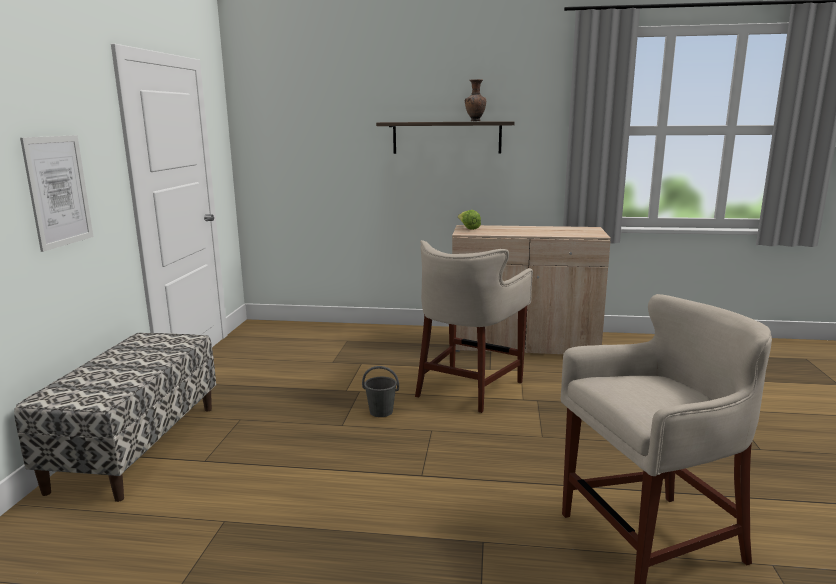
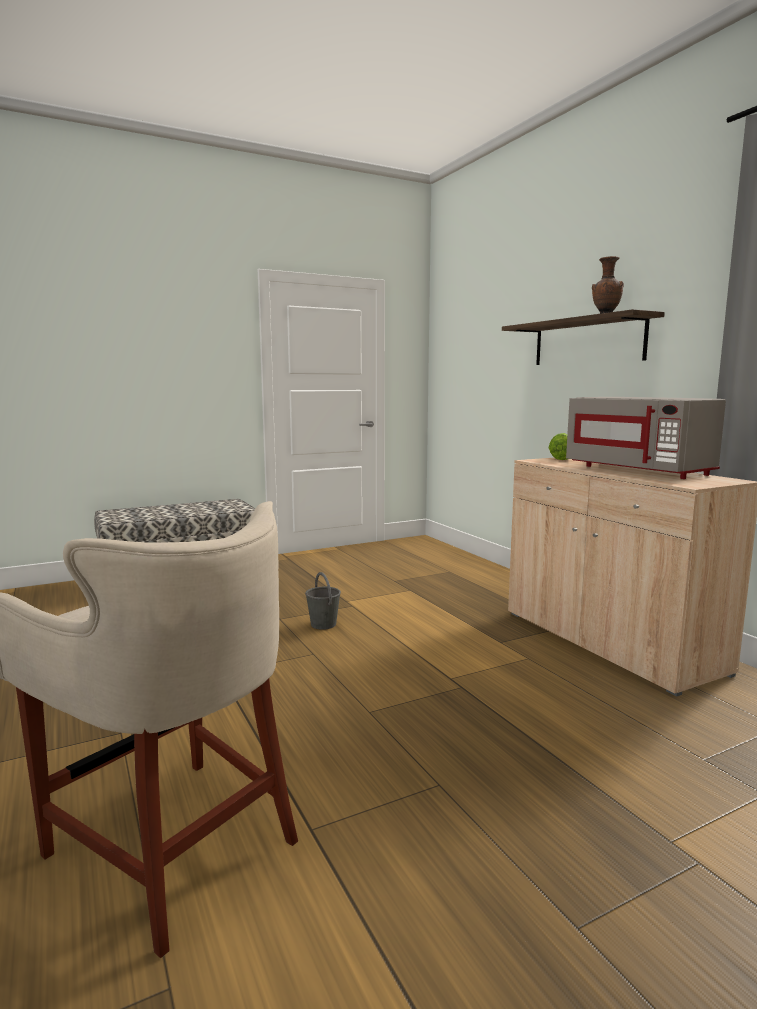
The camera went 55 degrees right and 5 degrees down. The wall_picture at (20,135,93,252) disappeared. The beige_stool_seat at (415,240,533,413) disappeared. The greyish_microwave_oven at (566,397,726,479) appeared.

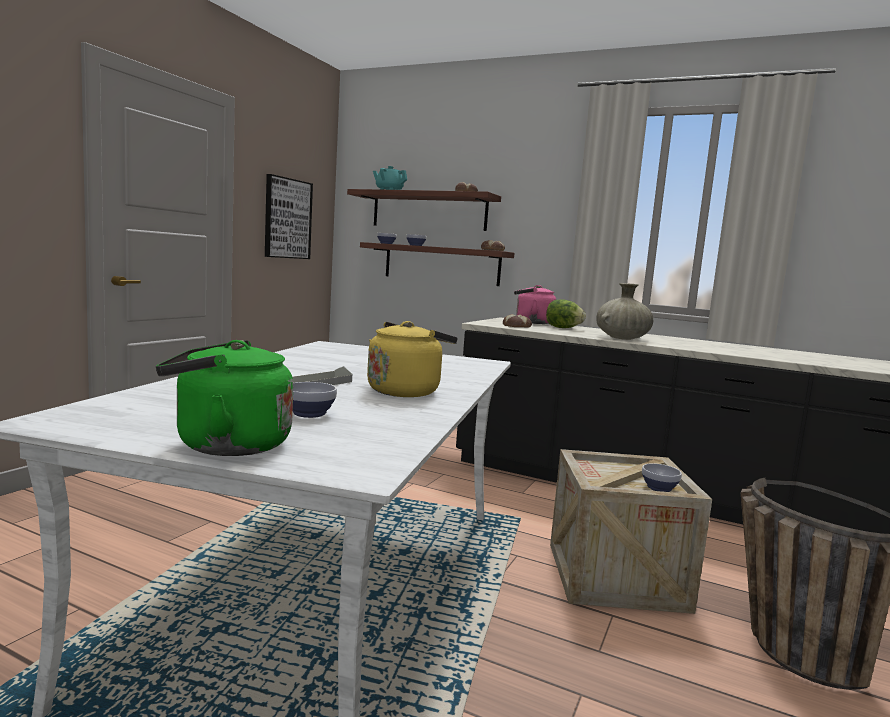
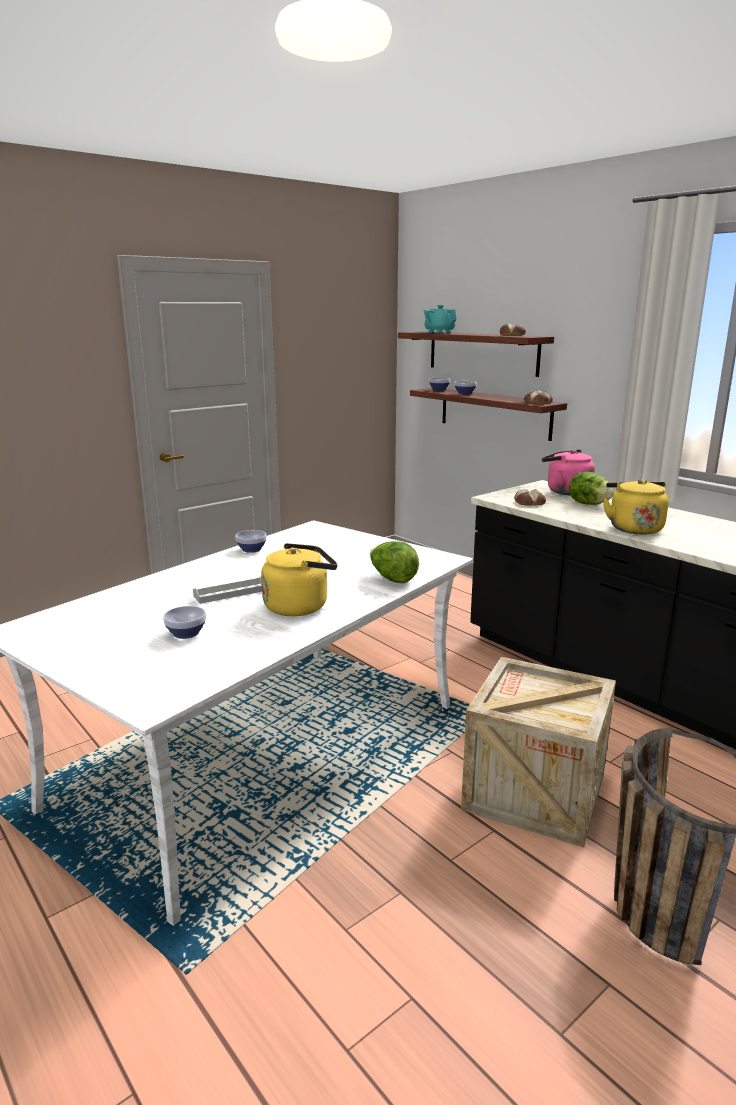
The camera went 25 degrees right and 10 degrees up. The wall_picture at (265,174,313,259) disappeared. The beige_vase at (597,283,653,340) was replaced by the yellow_water_kettle at (603,479,669,535). The green-coloured_water_kettle at (156,340,293,456) disappeared. The deep_dish moved from (642,463,682,492) to (235,530,267,553). The lettuce at (370,541,419,583) appeared.

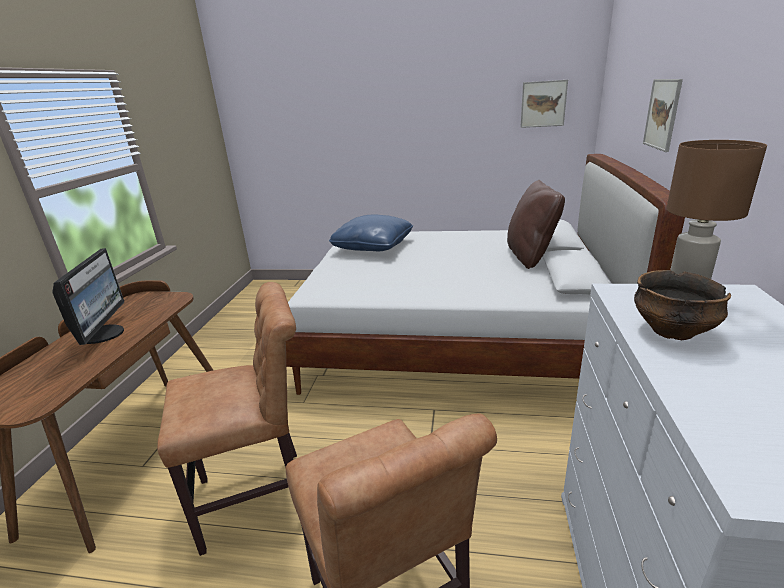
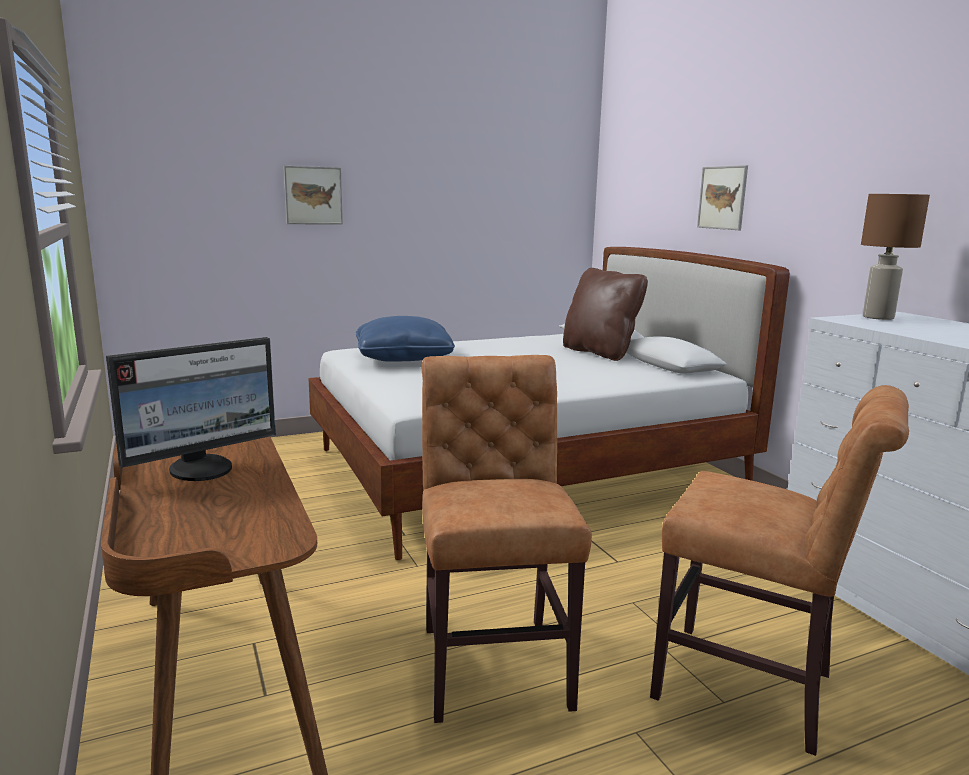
The camera went 35 degrees left and 10 degrees down. The wall_picture moved from (520,80,568,128) to (284,166,343,224). The computer_display at (52,248,124,345) turned 90 degrees clockwise. The deep_dish at (634,270,731,340) disappeared. The brownish_plain_chair at (157,282,297,556) turned 45 degrees counterclockwise.

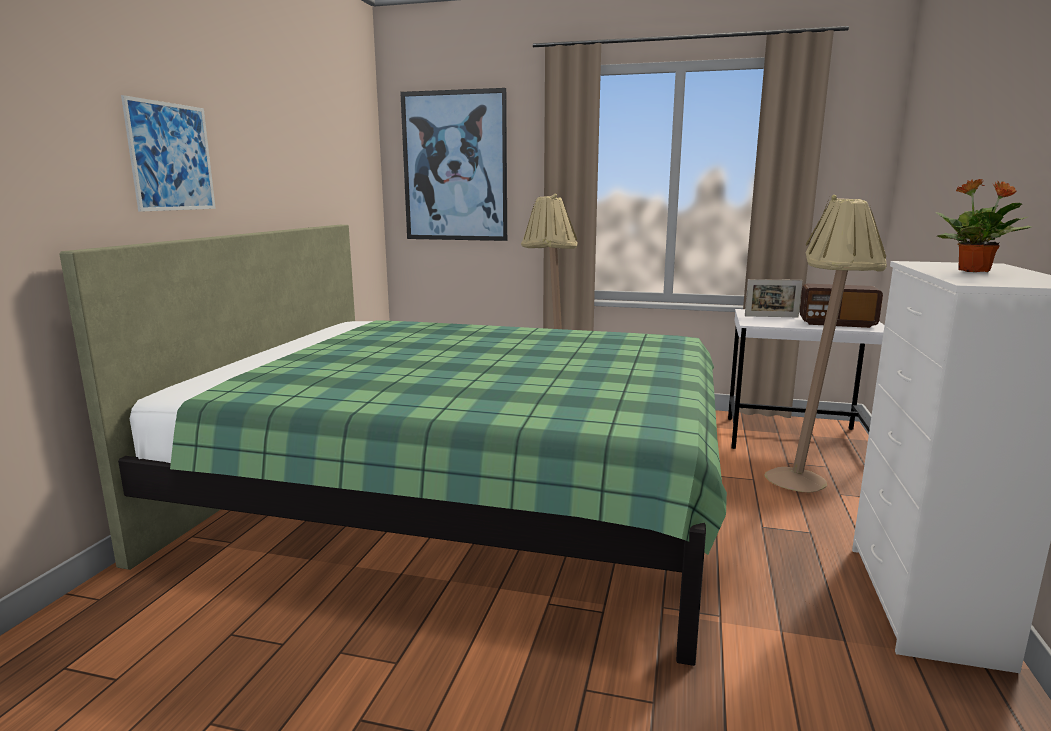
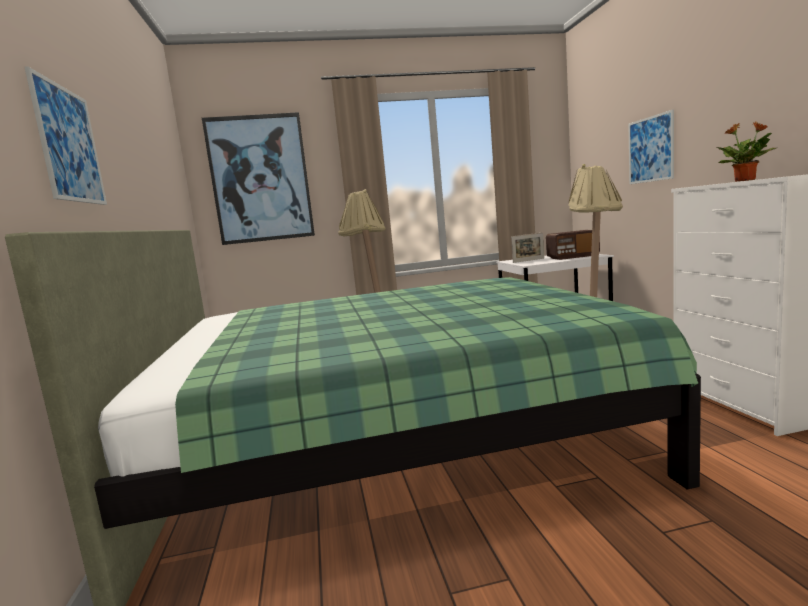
The camera went 25 degrees left and 5 degrees down. The wall_picture at (628,109,674,184) appeared.

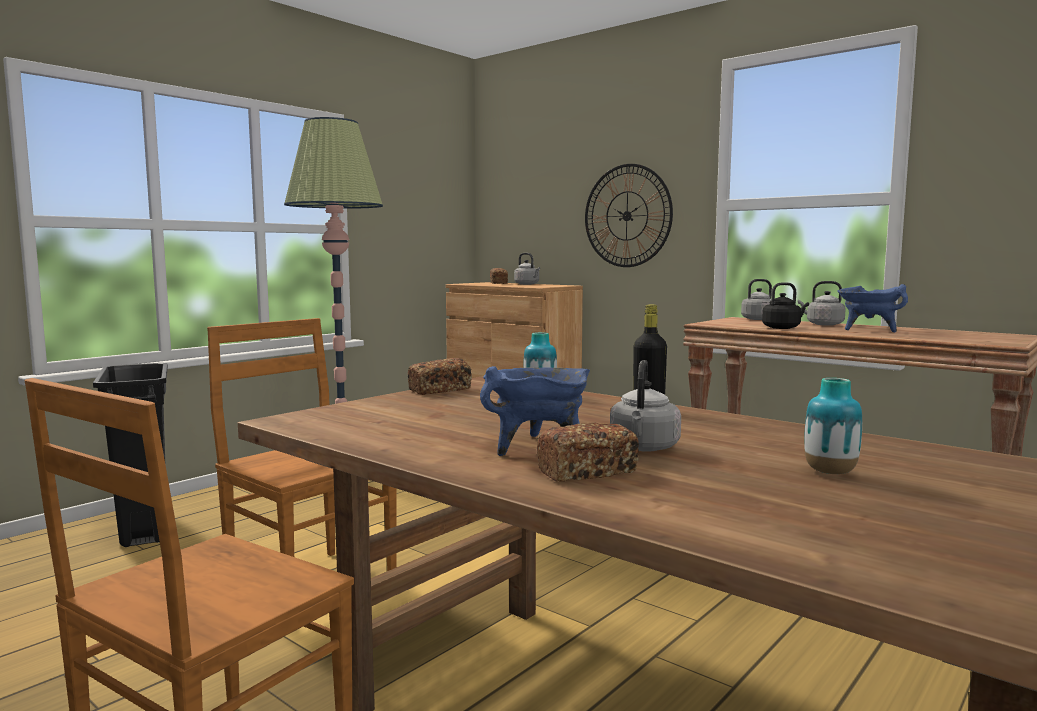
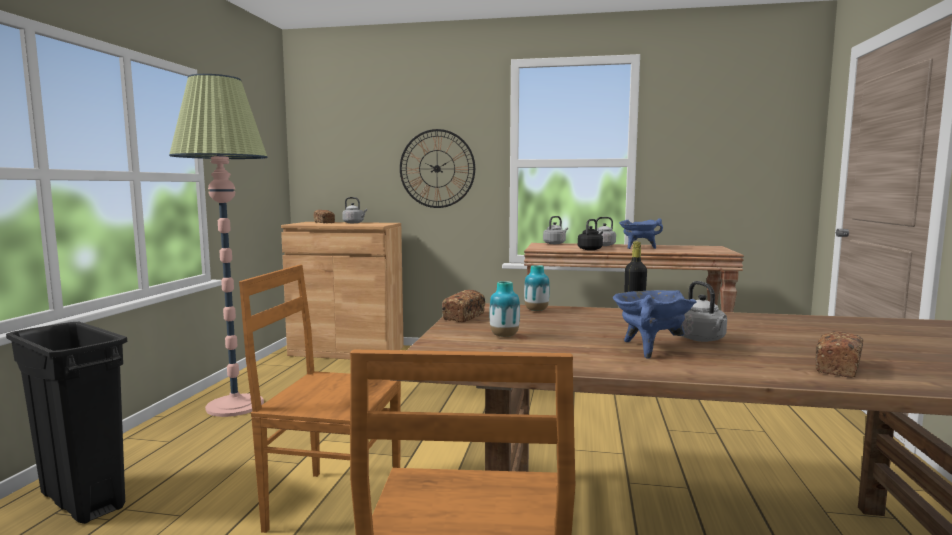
The camera went 30 degrees left and 0 degrees up. The vase moved from (804,378,862,474) to (490,281,520,337). The baked_bread moved from (537,422,639,482) to (816,331,863,378).

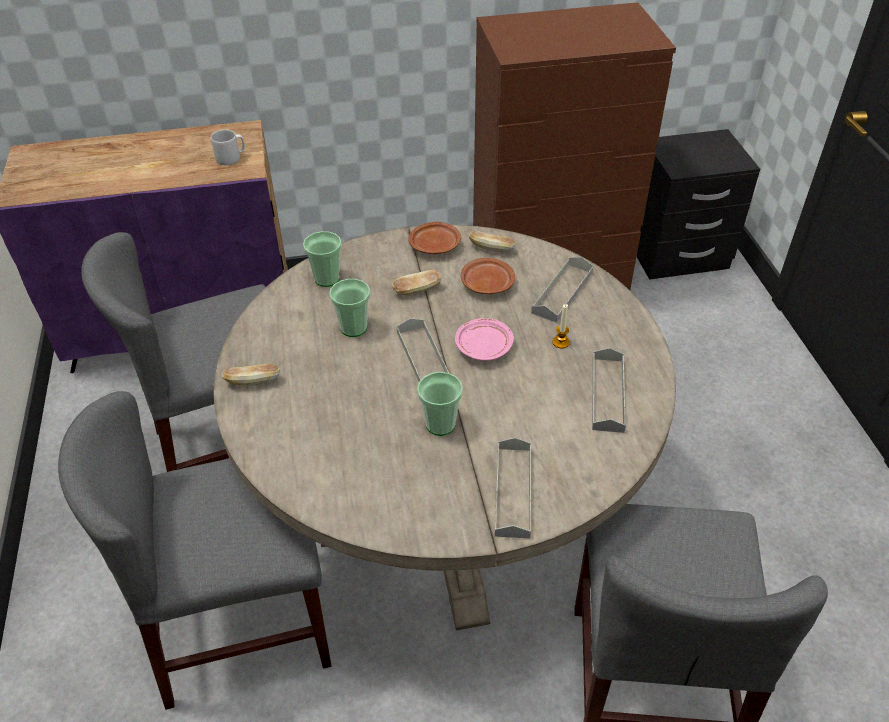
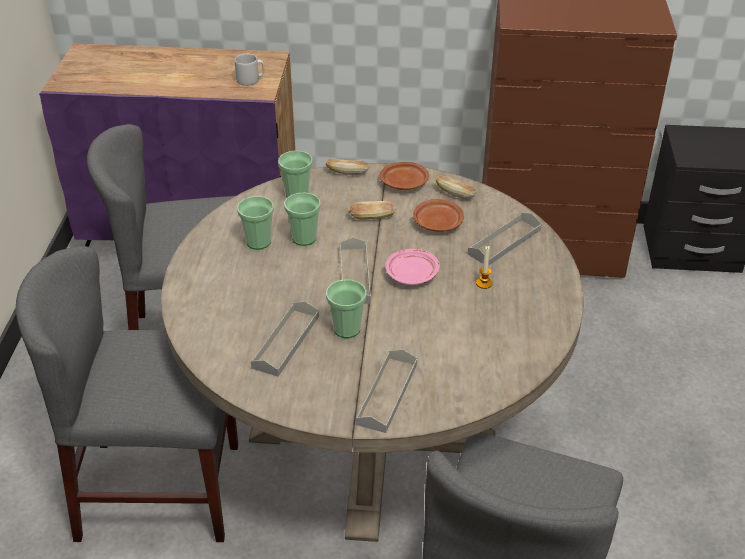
The camera went 15 degrees right and 5 degrees down. The greyish_carrying_tray moved from (592,348,626,433) to (251,301,319,377). The baked_bread moved from (222,364,280,386) to (326,159,370,175). The small_cup at (237,196,274,250) appeared.

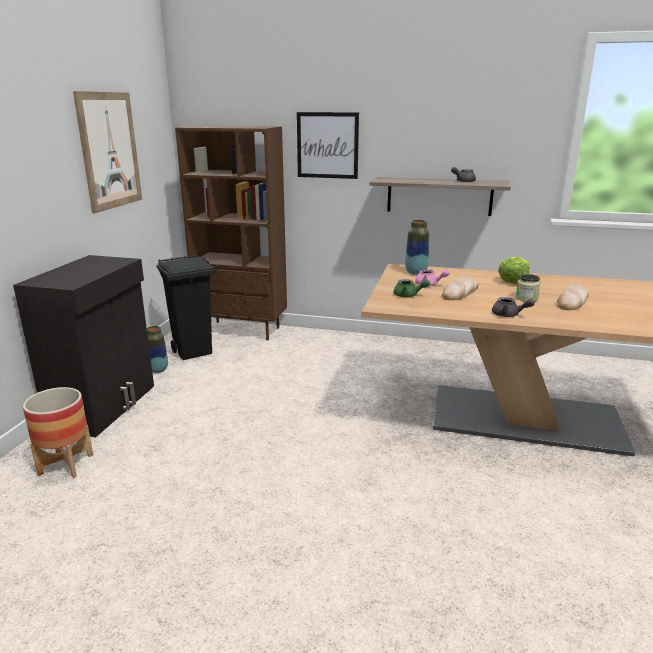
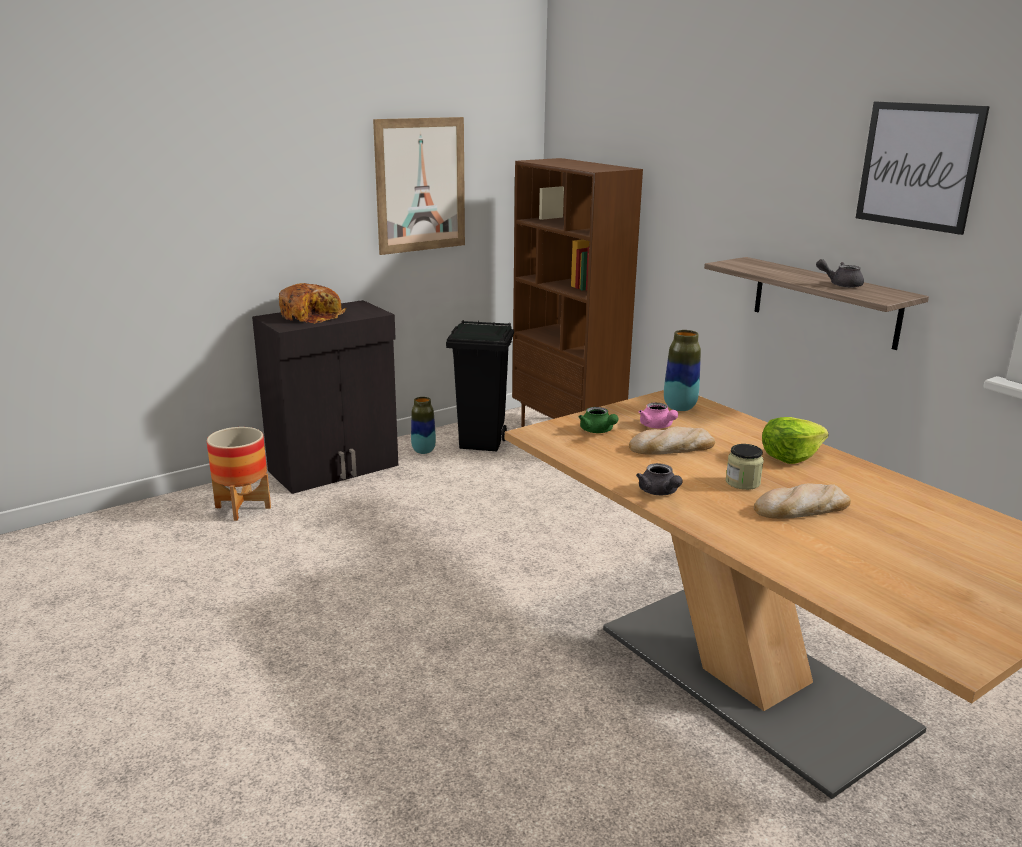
The camera went 40 degrees right and 0 degrees up. The wall_picture moved from (297,112,359,179) to (856,102,990,235). The baked_bread at (279,283,346,323) appeared.

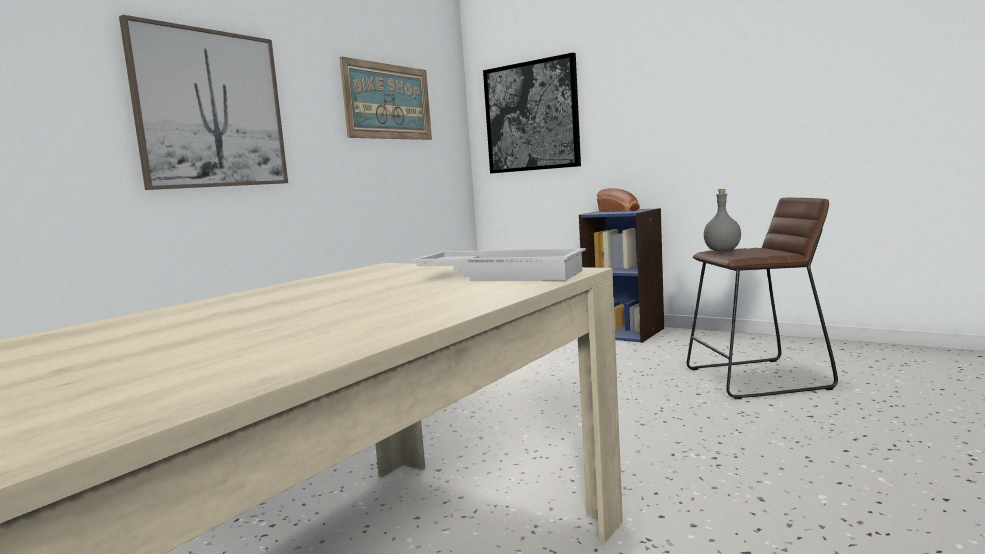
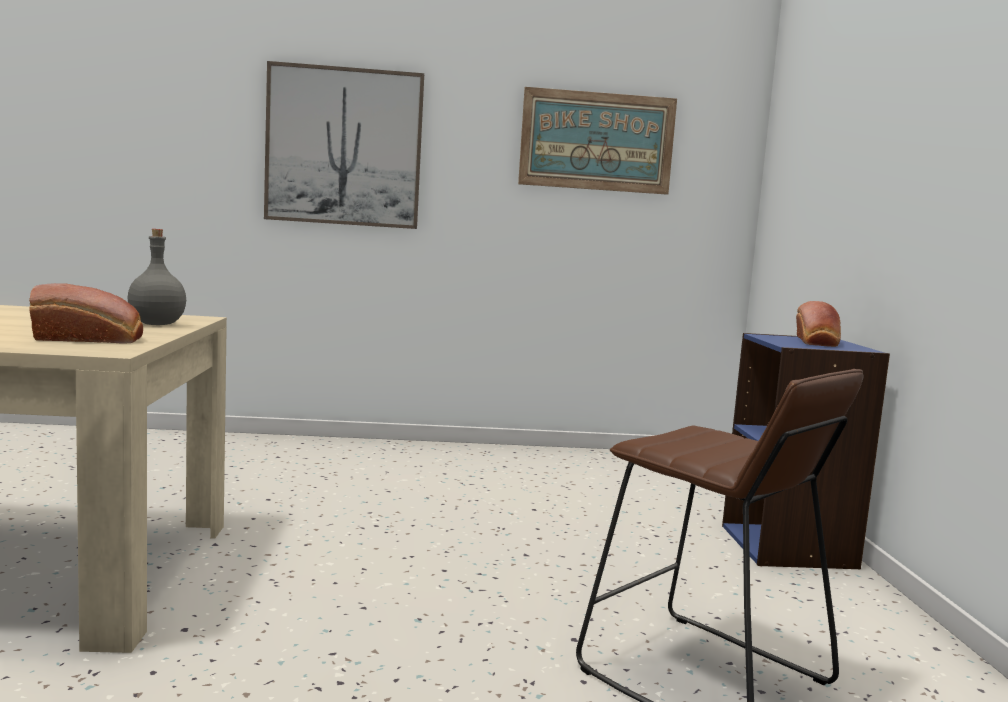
The camera went 50 degrees right and 0 degrees up. The wall_picture at (483,53,581,173) disappeared. The greyish_beverage_bottle moved from (704,189,741,252) to (127,229,186,325). The whitish_carrying_tray at (411,248,586,281) was replaced by the baked_bread at (29,283,143,344).

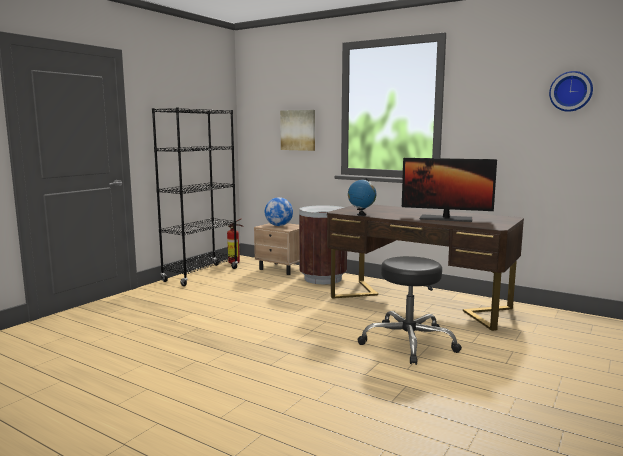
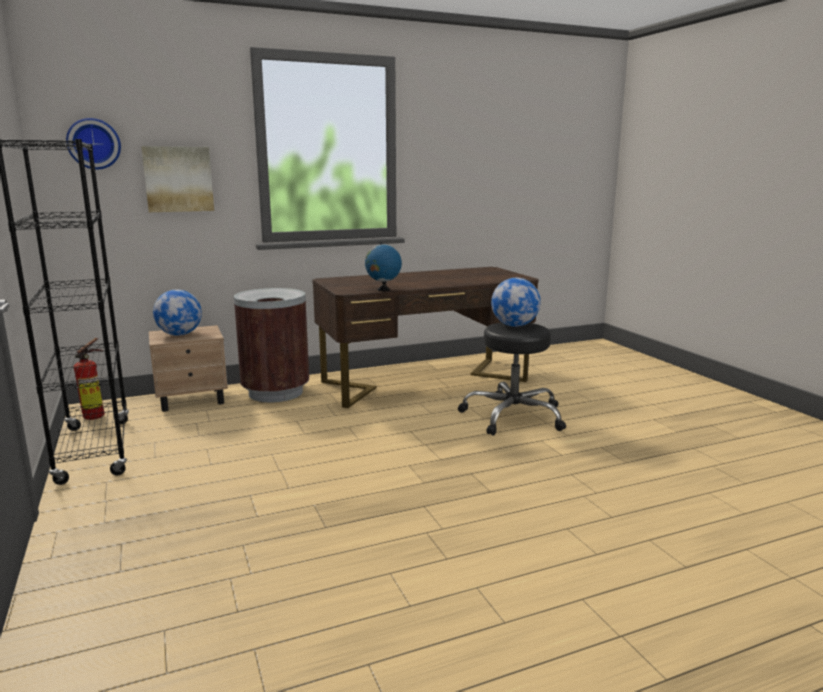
The camera went 55 degrees left and 5 degrees up. The wall_clock moved from (549,71,593,112) to (66,118,121,169). The computer_display at (402,158,497,222) disappeared. The desk_globe at (491,278,541,327) appeared.

